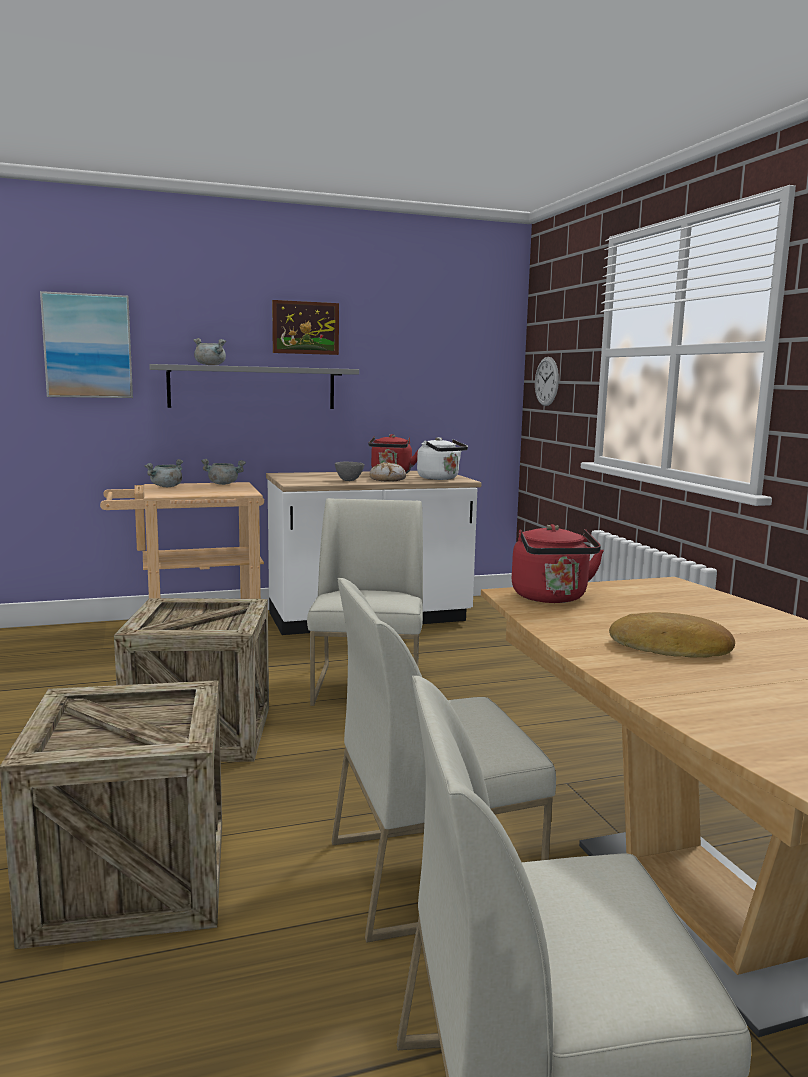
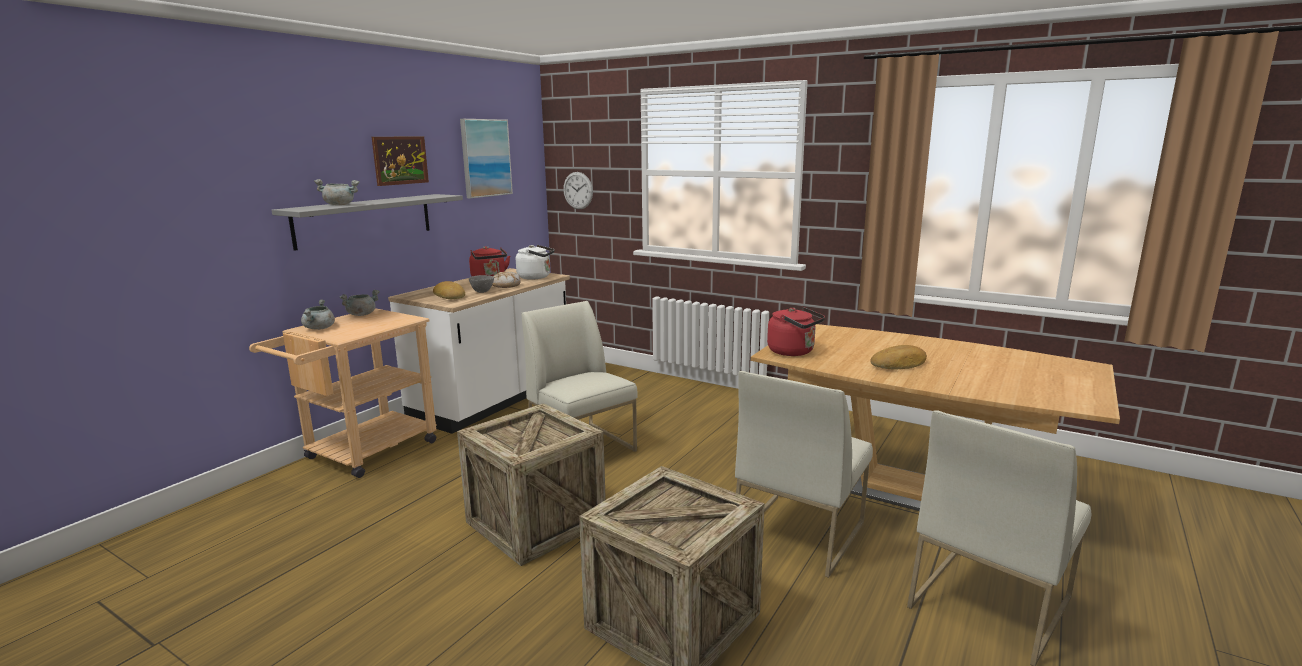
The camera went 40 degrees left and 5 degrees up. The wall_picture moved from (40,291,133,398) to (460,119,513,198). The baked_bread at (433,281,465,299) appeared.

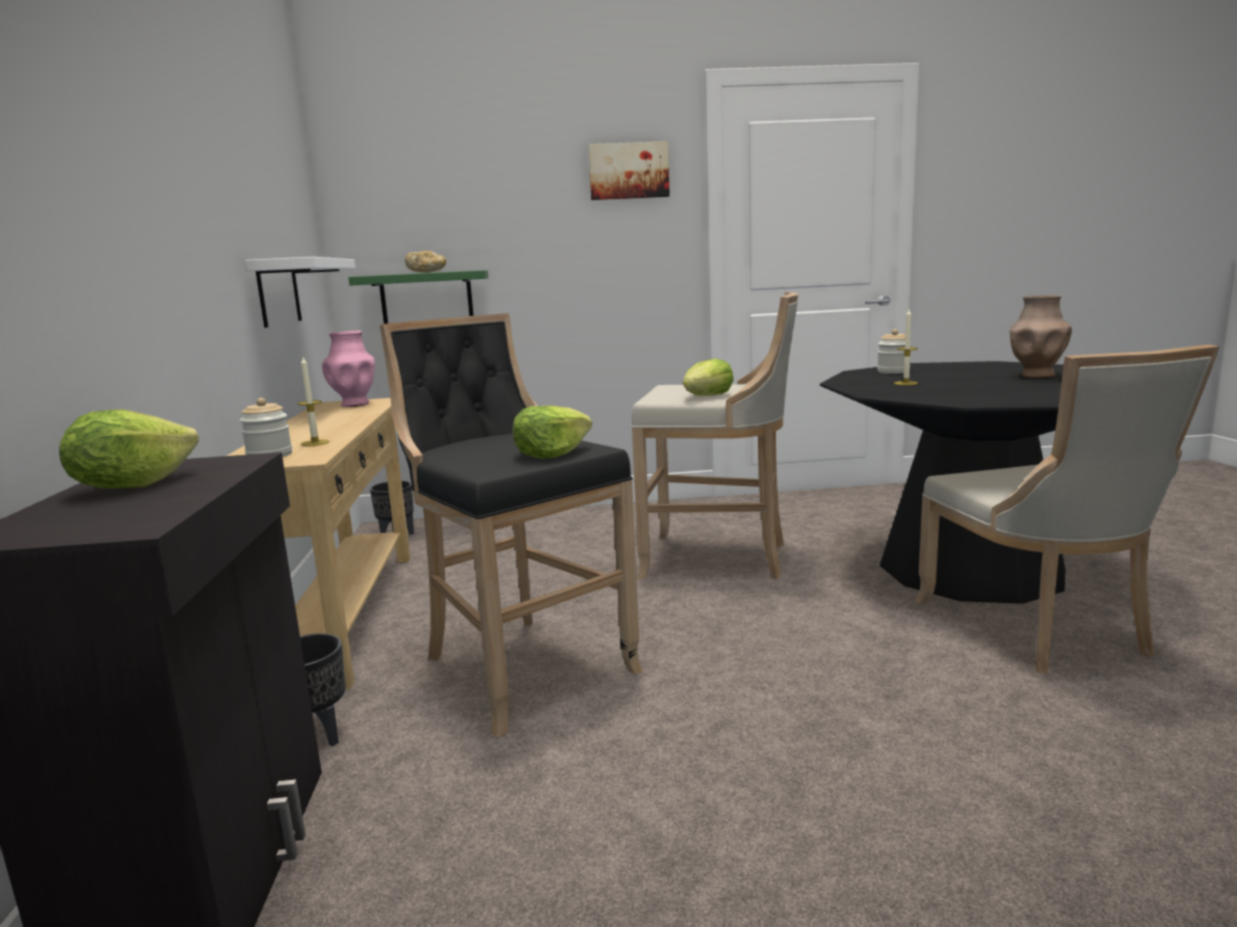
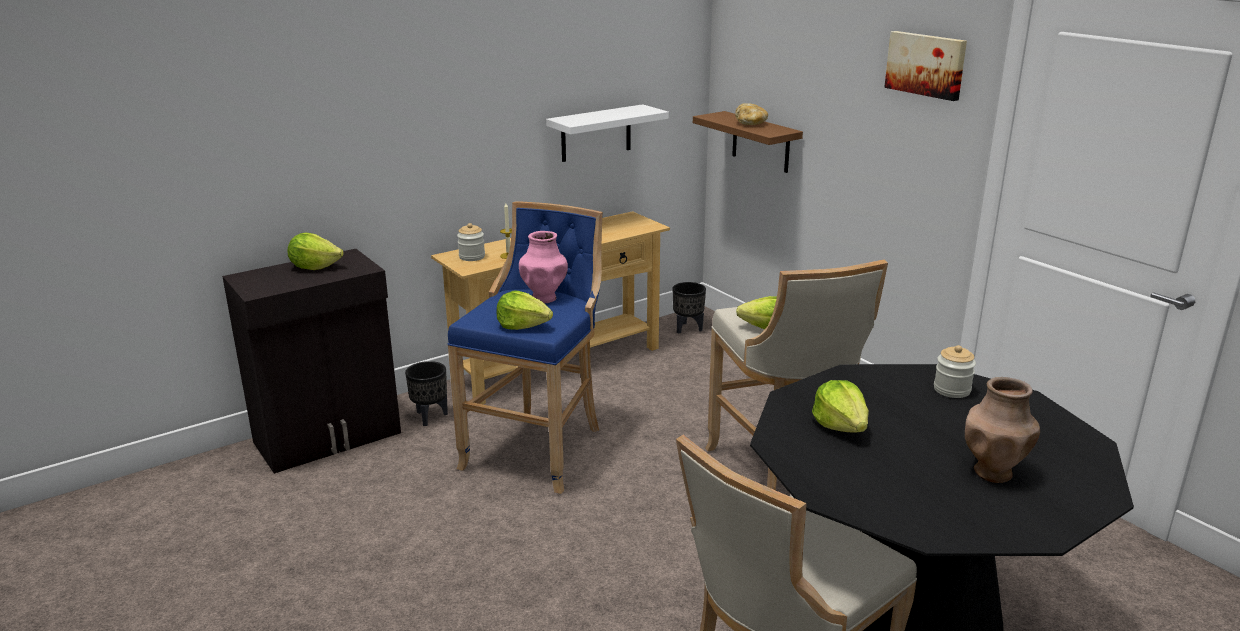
The camera went 60 degrees right and 10 degrees up. The green-coloured_wall_shelf at (348,270,489,324) became the brownish_wall_shelf at (693,111,803,173). The candle at (894,309,918,385) disappeared. The black-coloured_stool_seat at (379,313,643,737) became the blue_stool_seat at (448,201,603,494). The pink-coloured_vase moved from (322,331,375,407) to (519,231,568,304). The lettuce at (812,380,869,433) appeared.

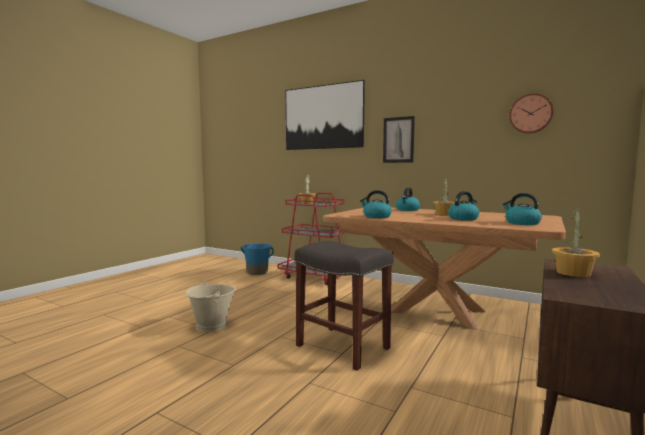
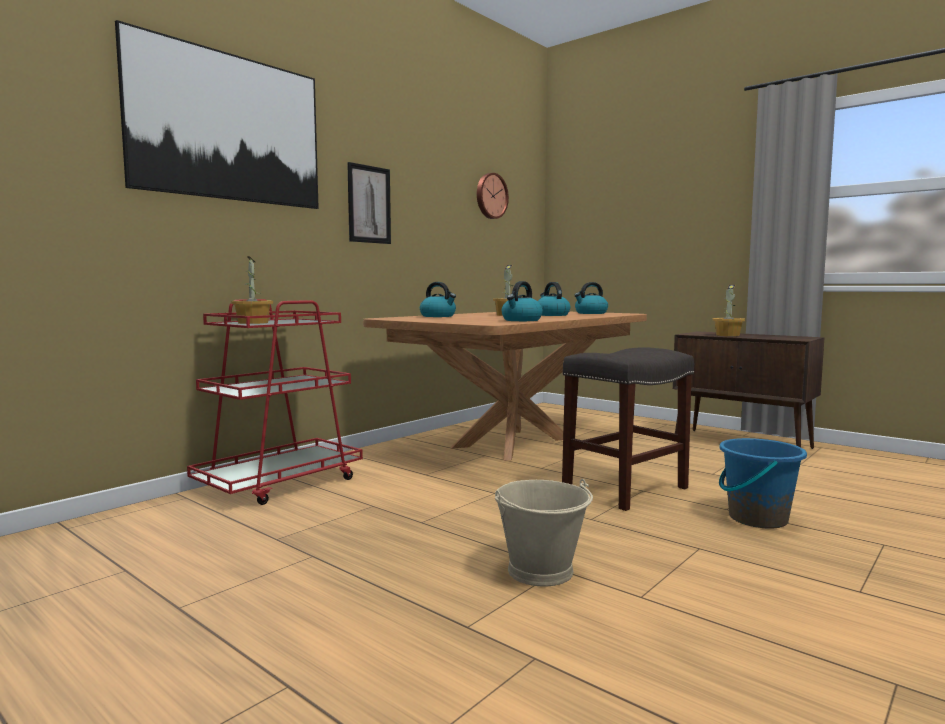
The camera went 80 degrees left and 0 degrees up. The blue_pail moved from (241,243,274,275) to (719,438,807,529).

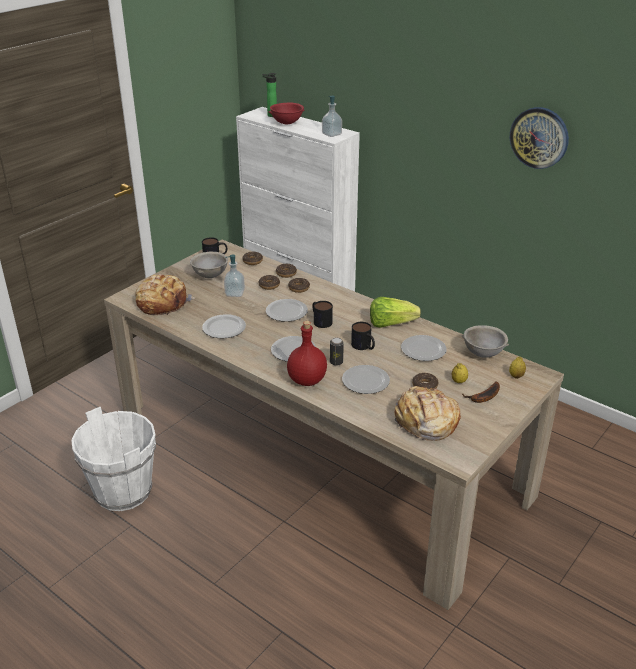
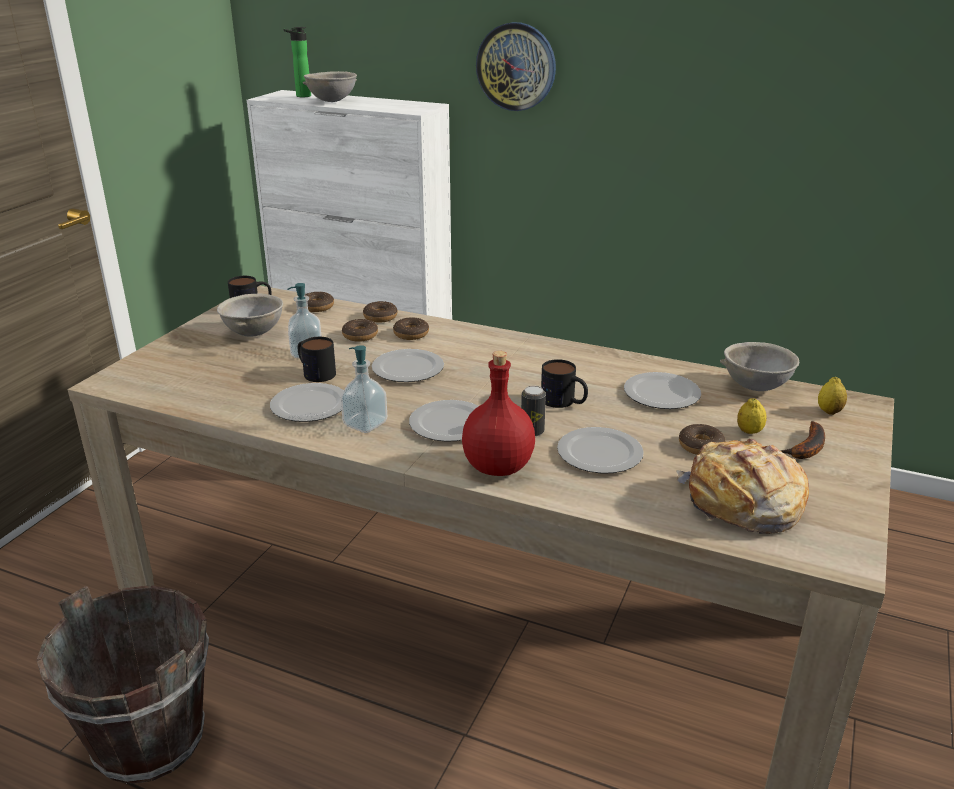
The camera went 15 degrees left and 5 degrees down. The soap_dispenser moved from (322,96,342,137) to (340,345,387,433). The reddish_deep_dish at (269,103,304,124) became the greyish_deep_dish at (303,71,357,102). The wall_clock moved from (510,107,569,169) to (476,22,556,111). The baked_bread at (136,274,195,315) disappeared. The lettuce at (370,297,421,328) disappeared. The tea_mug moved from (312,301,333,328) to (298,337,336,382). The whitish_pail at (71,407,156,511) became the brownish_pail at (37,585,209,784).

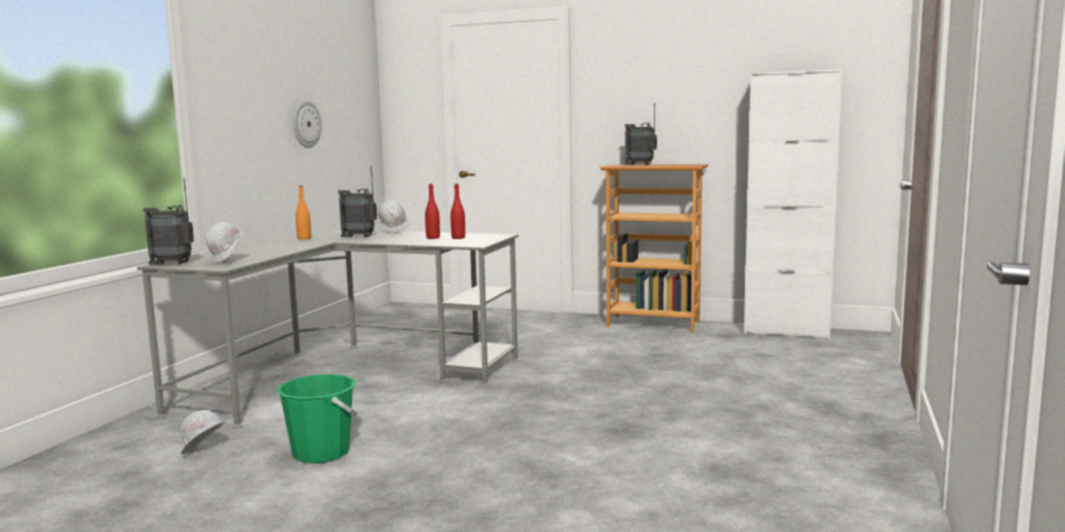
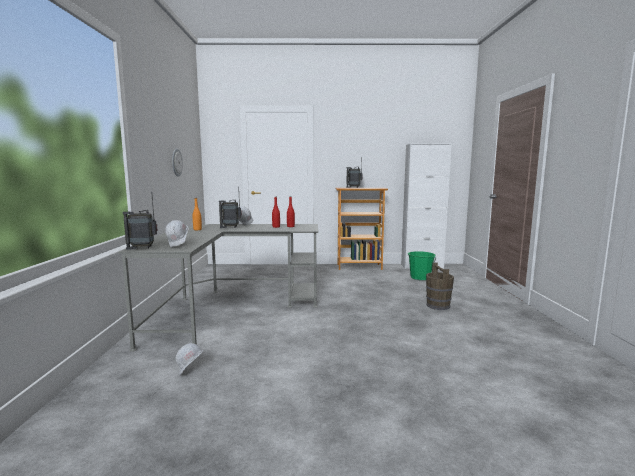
The camera went 20 degrees left and 0 degrees up. The green-coloured_pail moved from (276,374,358,463) to (408,251,436,280). The brownish_pail at (426,263,454,310) appeared.

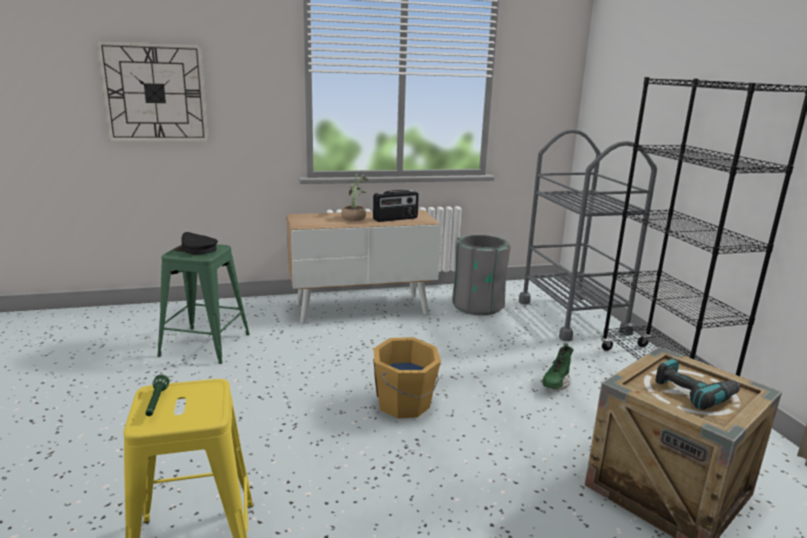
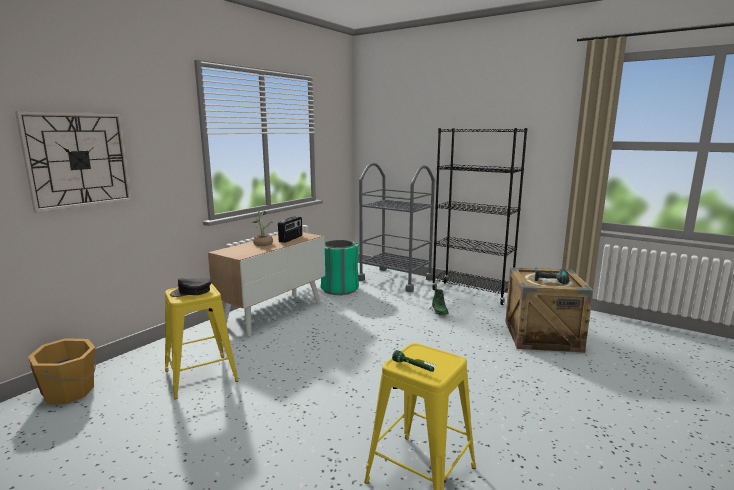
The camera went 40 degrees left and 5 degrees down. The greyish_rubbish_bin at (452,235,510,315) became the green-coloured_rubbish_bin at (321,240,359,295). The green-coloured_stool_seat at (157,244,250,364) became the yellow_stool_seat at (165,283,239,399). The orangey_pail moved from (373,337,441,418) to (28,338,96,405).

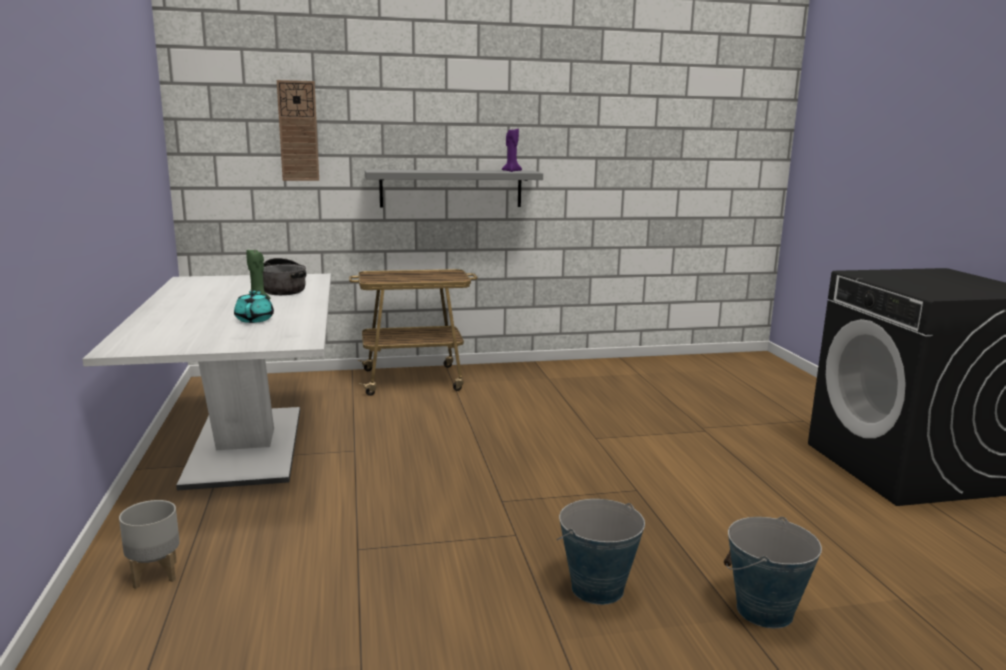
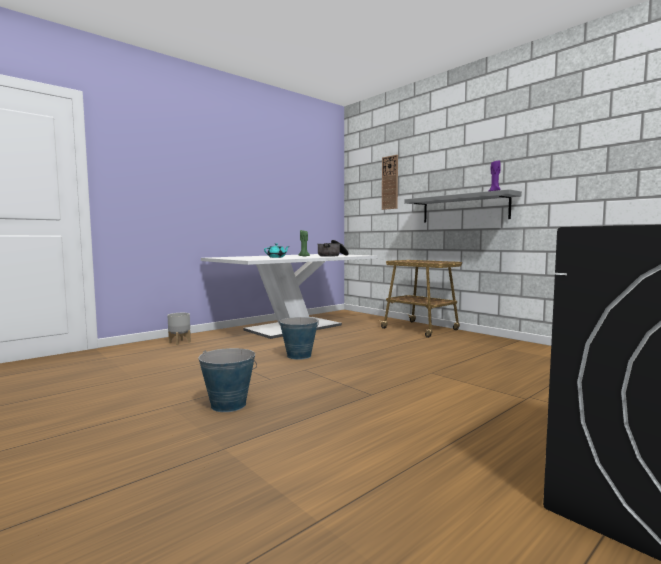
The camera went 60 degrees right and 10 degrees down. The pail moved from (724,517,822,628) to (279,317,319,360).

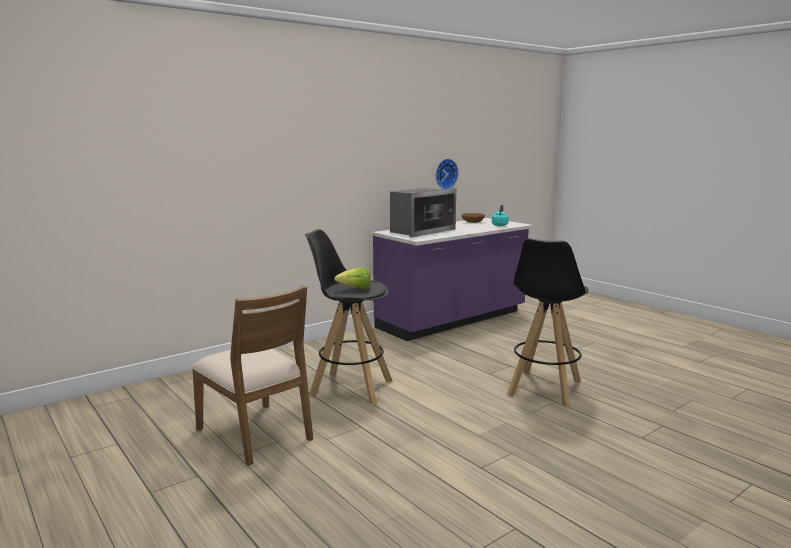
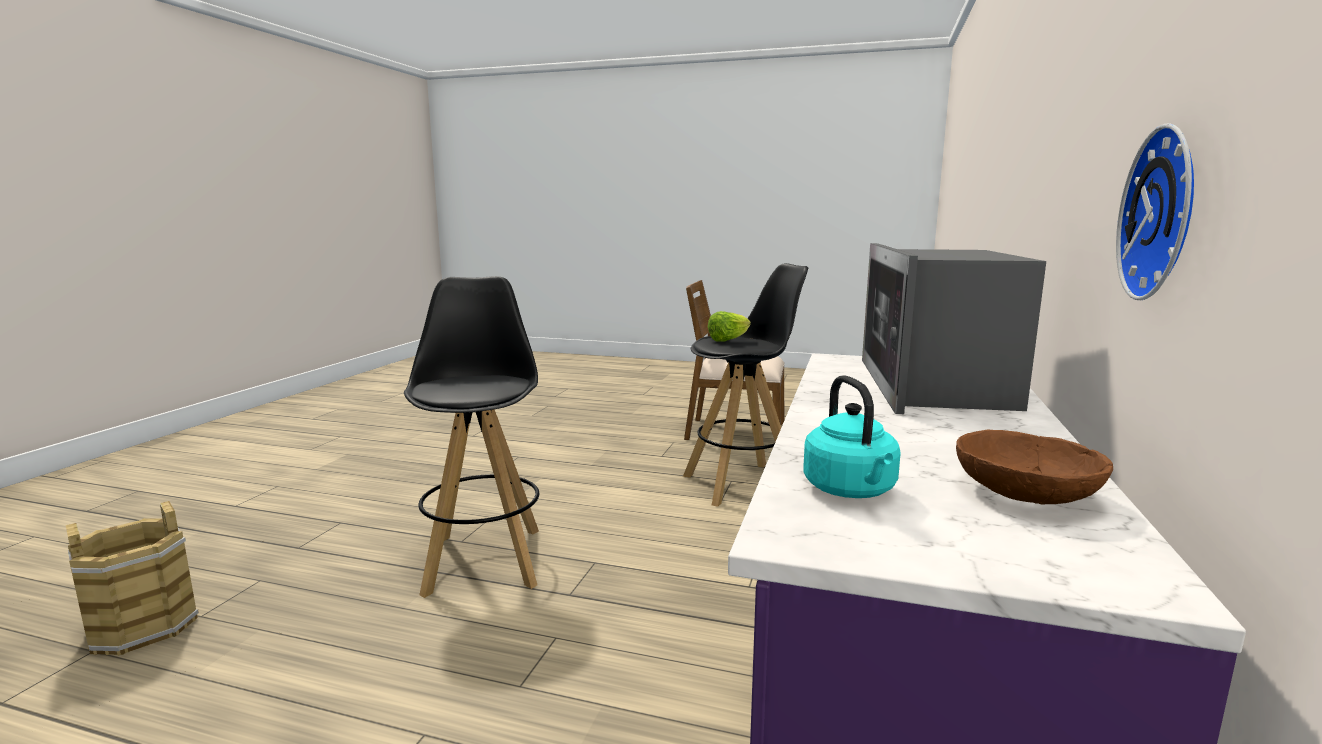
The camera went 145 degrees right and 0 degrees up. The brownish_pail at (66,501,199,656) appeared.

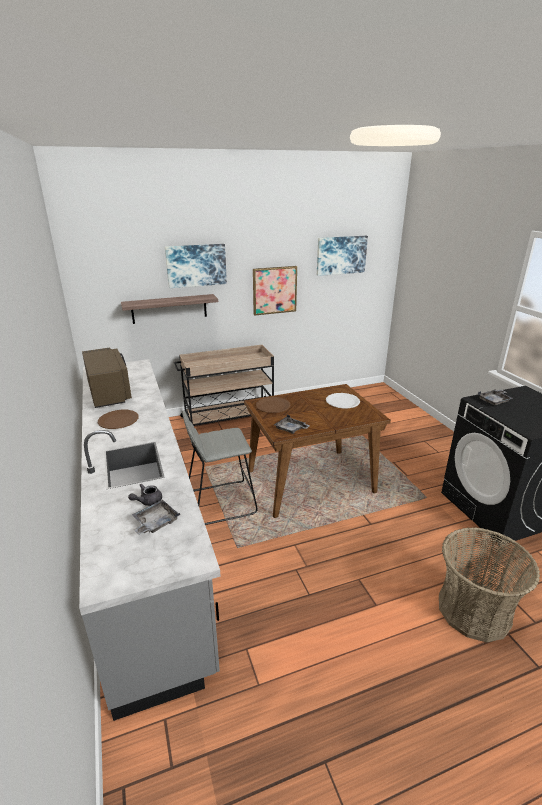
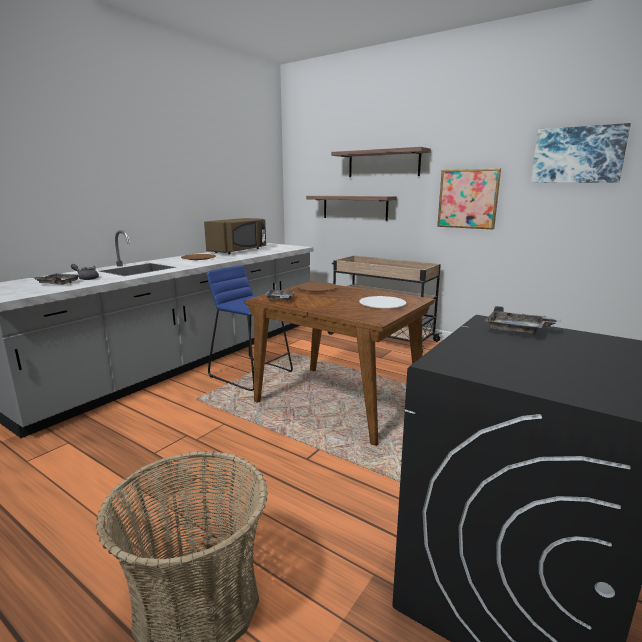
The camera went 55 degrees right and 10 degrees down. The wall_picture at (165,244,227,288) was replaced by the wall_shelf at (331,147,431,177). The greyish_stool_seat at (182,410,258,525) became the blue_stool_seat at (207,265,293,391).

